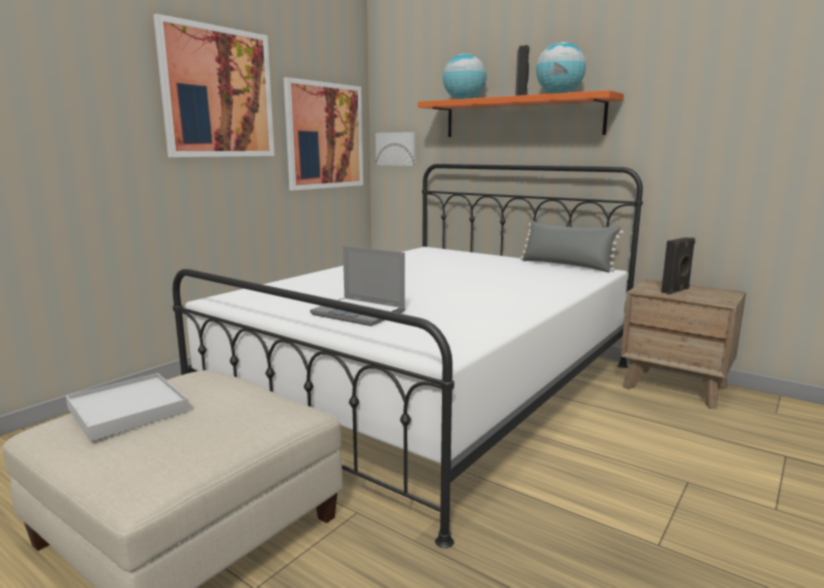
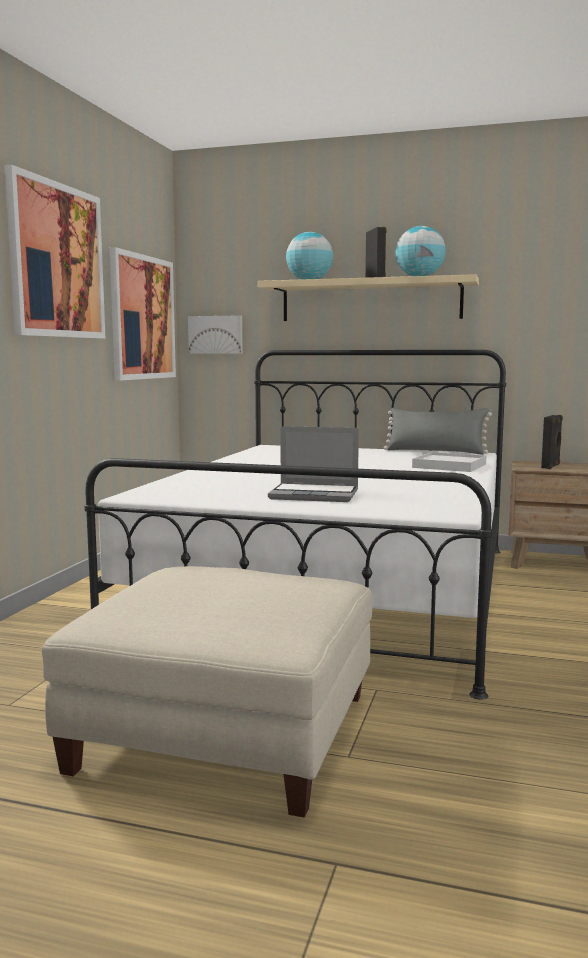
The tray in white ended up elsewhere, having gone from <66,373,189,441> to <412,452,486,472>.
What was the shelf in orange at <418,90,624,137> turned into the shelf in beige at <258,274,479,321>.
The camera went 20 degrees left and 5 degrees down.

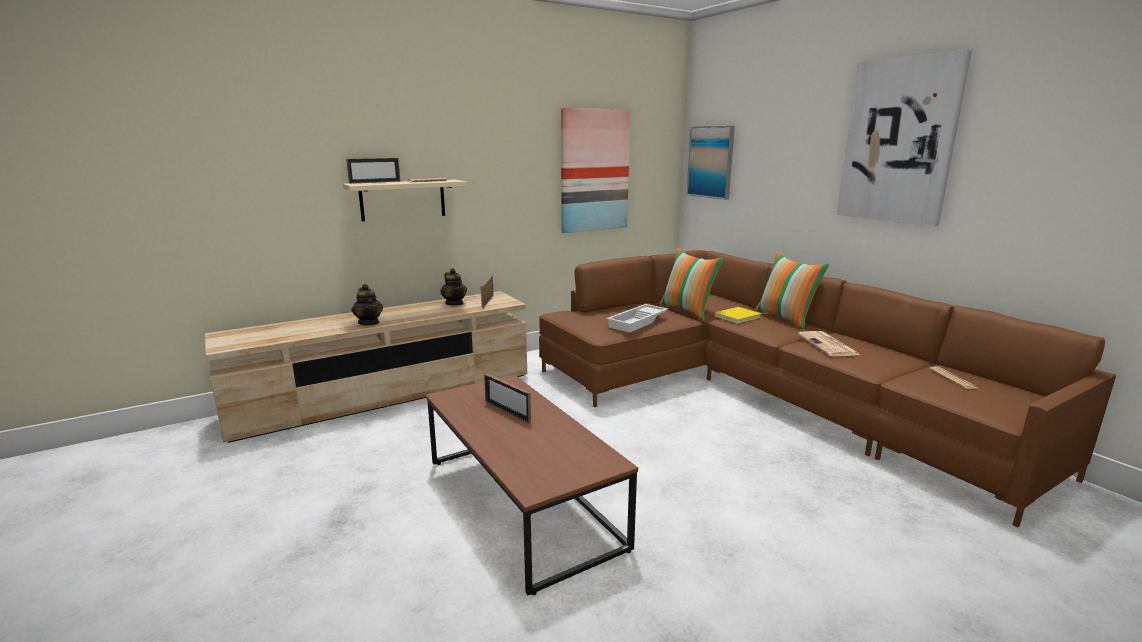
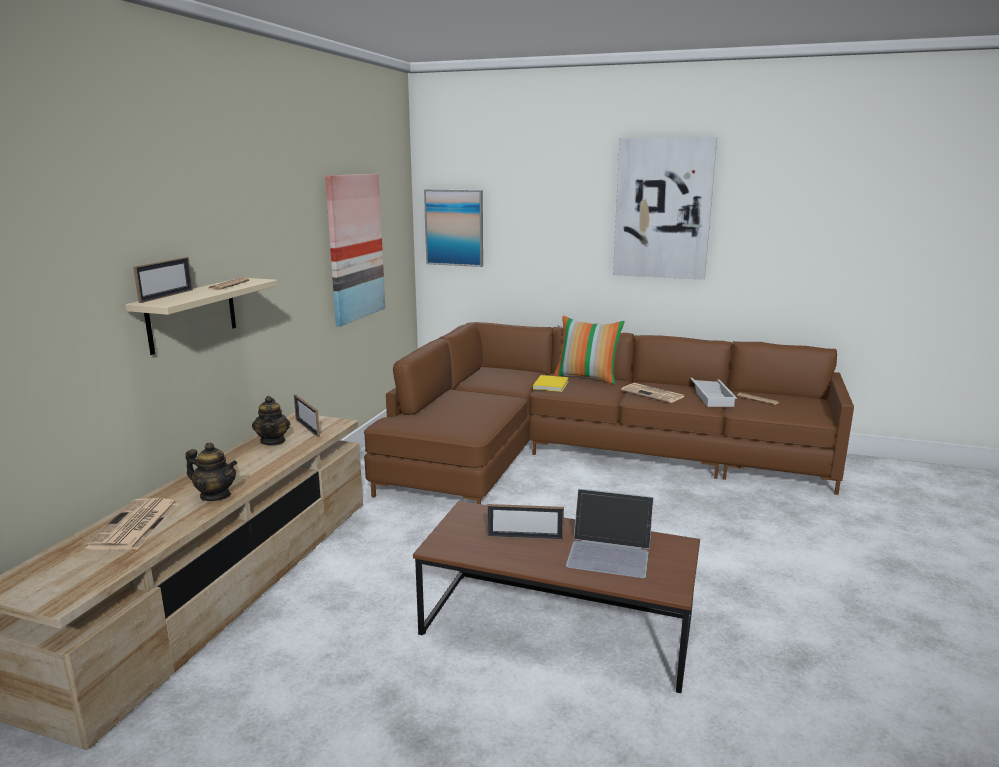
The second view lost the pillow at <659,248,724,320>.
The second view gained the newspaper at <85,498,179,550>.
The second view gained the laptop at <566,489,654,578>.
The tray in white ended up elsewhere, having gone from <607,304,668,333> to <690,378,737,407>.
The teapot at <440,268,467,306> ended up facing another way, 60 degrees clockwise from before.
The camera went 40 degrees left and 0 degrees up.

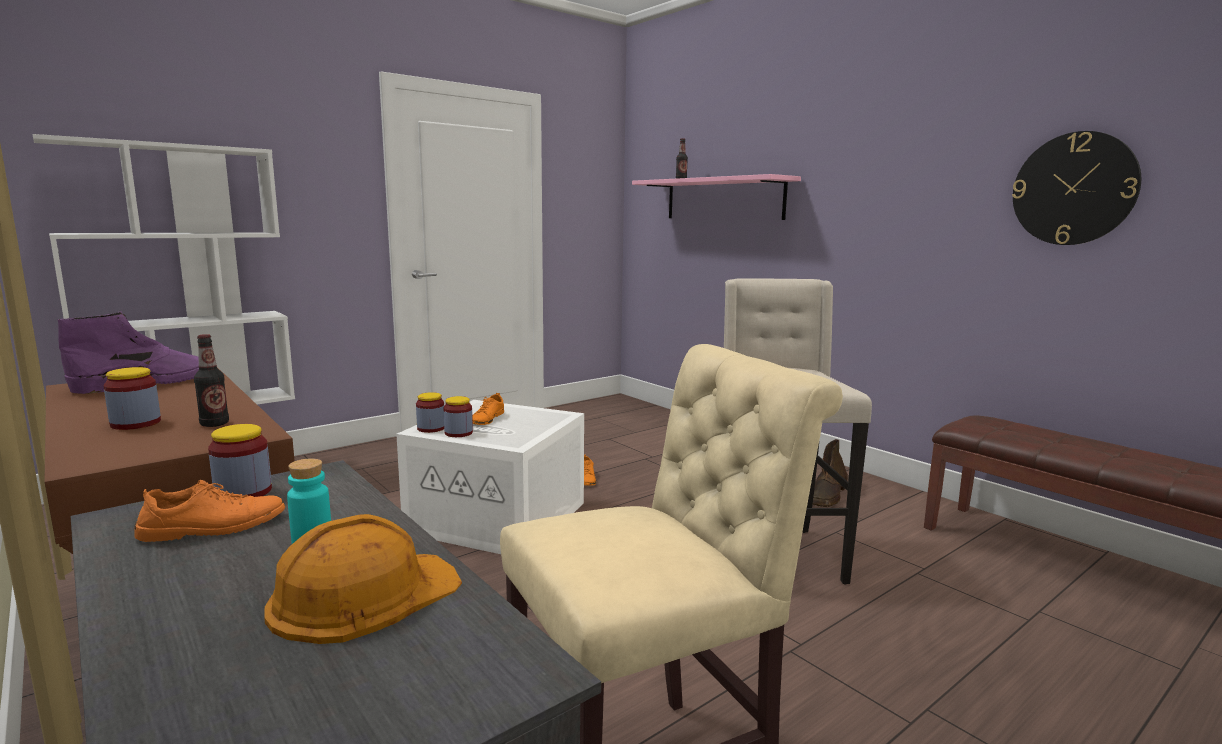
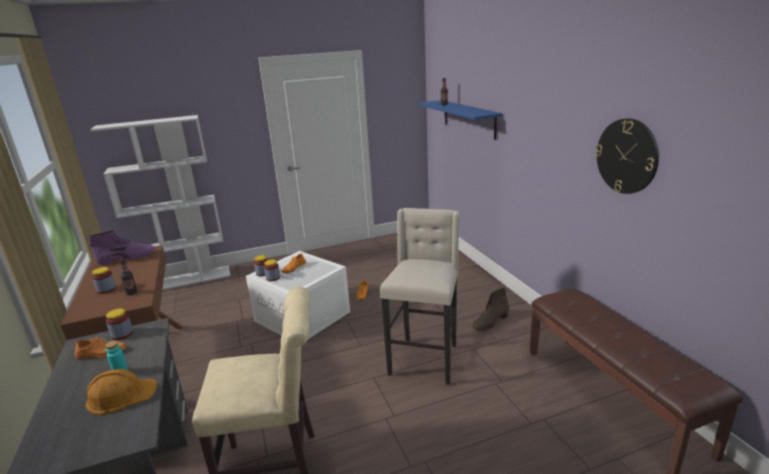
What was the shelf in pink at <632,174,801,220> turned into the shelf in blue at <418,100,503,140>.
The camera went 20 degrees right and 10 degrees up.

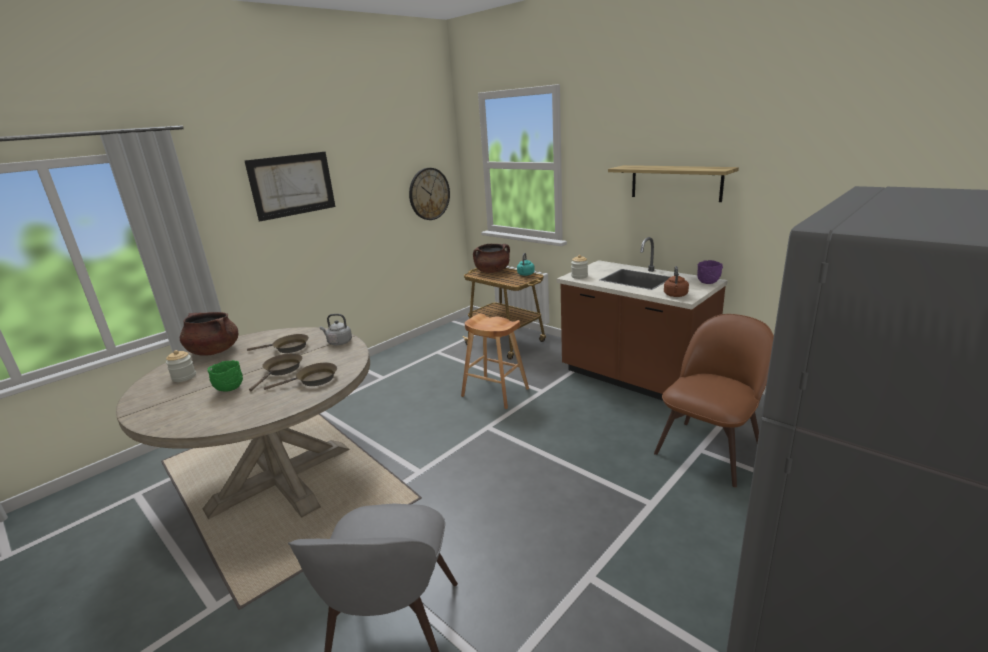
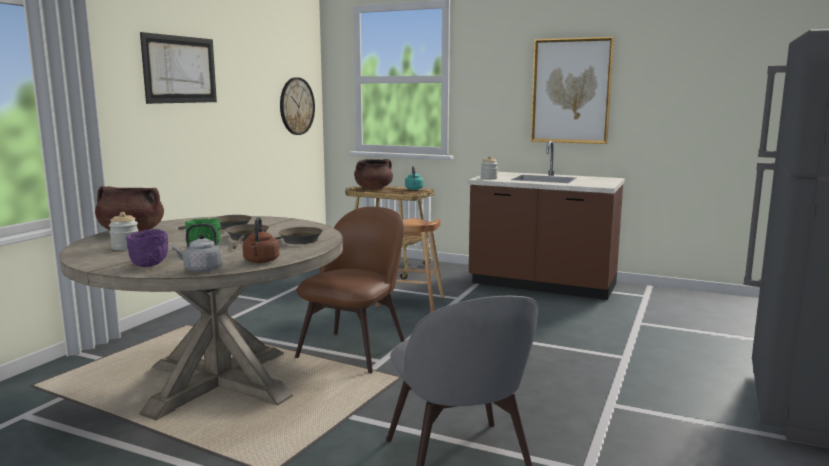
The kettle in grey ended up elsewhere, having gone from <320,314,352,345> to <171,224,223,272>.
The chair in brown ended up elsewhere, having gone from <654,314,774,487> to <295,207,405,373>.
The kettle in brown ended up elsewhere, having gone from <664,266,689,297> to <243,217,279,263>.
The bowl in purple ended up elsewhere, having gone from <697,260,723,284> to <126,229,168,267>.
Where the shelf hung at <608,165,739,202>, the picture came to hang at <531,37,614,144>.
The camera went 20 degrees left and 10 degrees down.

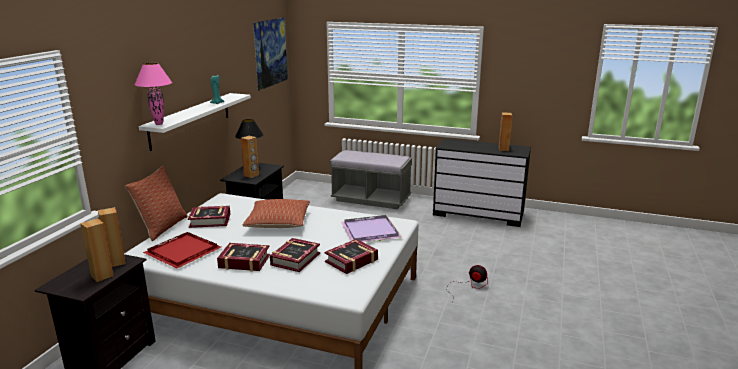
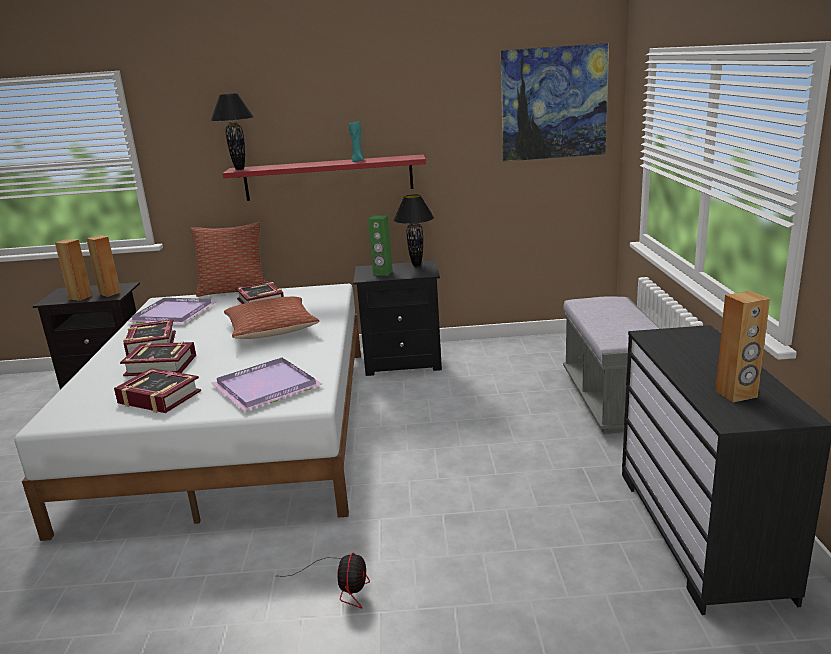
What was the table lamp in pink at <135,62,172,125> turned into the table lamp in black at <211,93,254,170>.
What was the shelf in white at <139,93,251,151> turned into the shelf in red at <222,154,426,201>.
What was the tray in red at <143,232,221,268> turned into the tray in purple at <127,298,216,324>.
What was the speaker in brown at <241,136,259,178> turned into the speaker in green at <368,215,393,276>.
The camera went 70 degrees right and 0 degrees up.

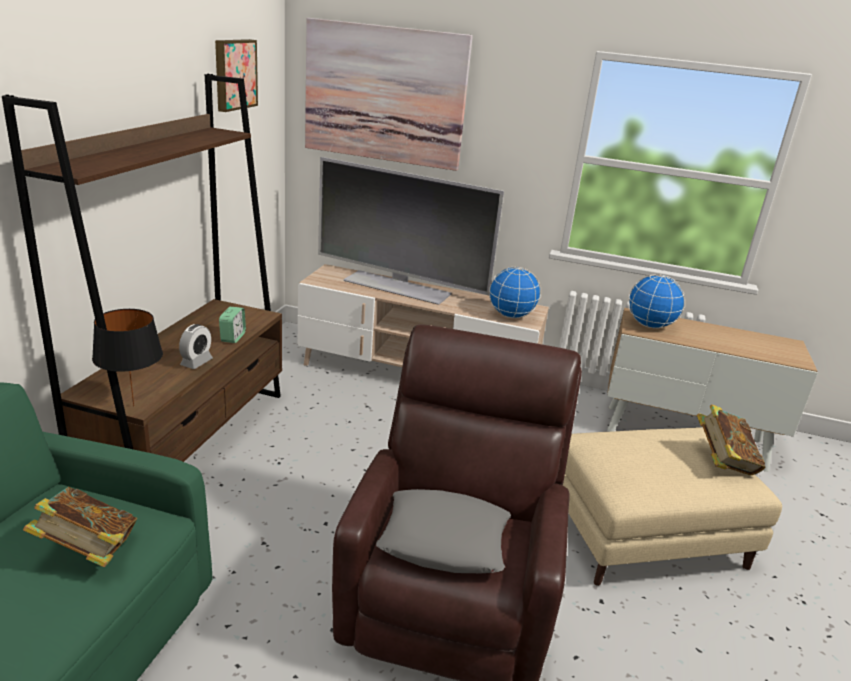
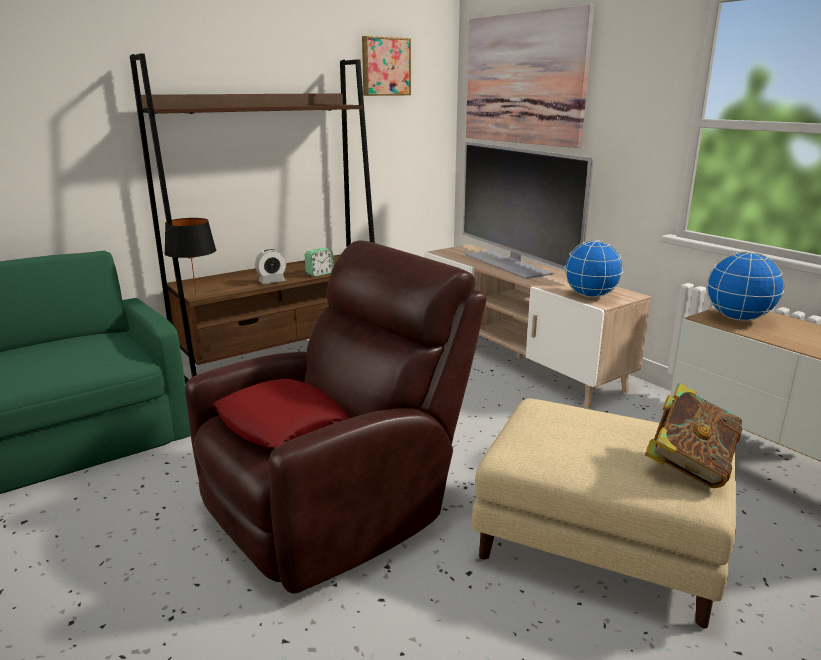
The second view lost the book at <23,487,137,567>.
What was the pillow in grey at <376,489,511,573> turned into the pillow in red at <214,379,349,448>.
The camera went 40 degrees right and 5 degrees down.

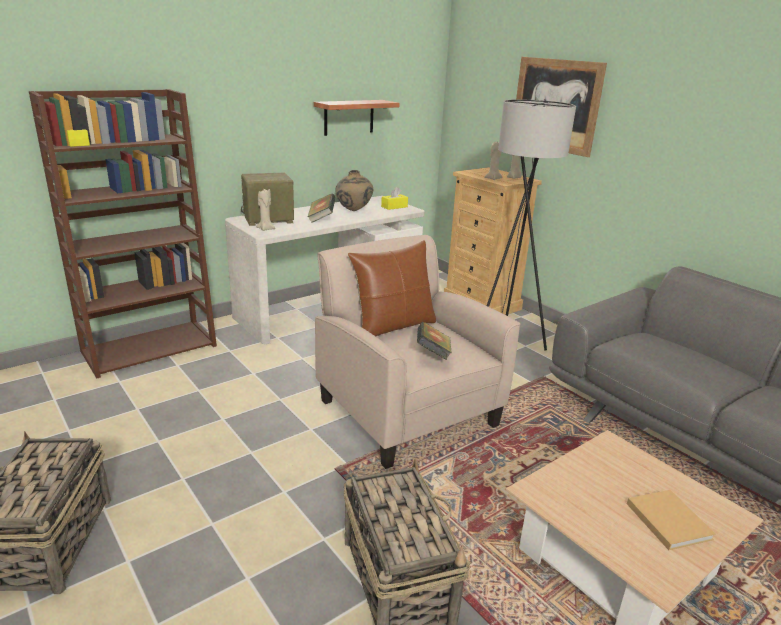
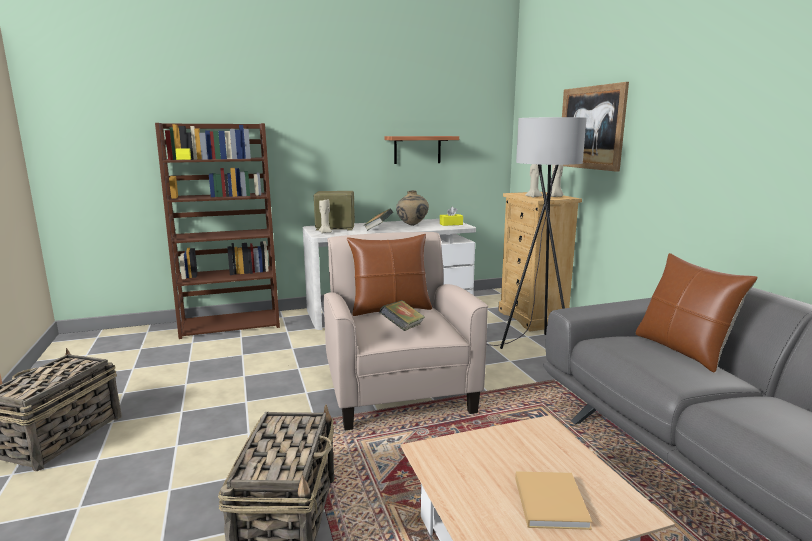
The second view gained the pillow in brown at <636,253,758,372>.
The camera went 20 degrees right and 10 degrees down.

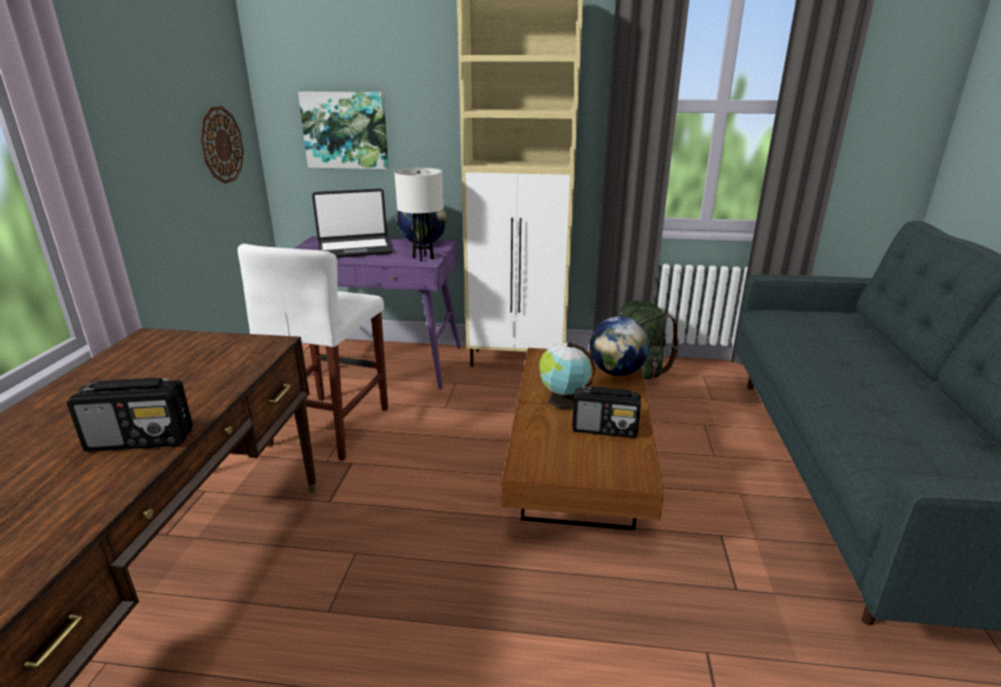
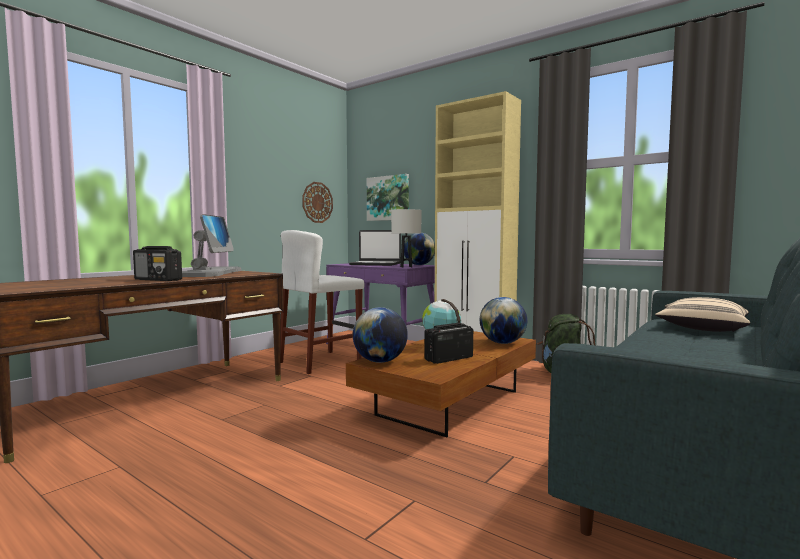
The second view gained the monitor at <182,214,241,277>.
The second view gained the globe at <353,307,408,363>.
The second view gained the pillow in beige at <655,297,750,332>.
The radio at <572,386,641,438> ended up facing another way, 105 degrees clockwise from before.
The camera went 30 degrees right and 20 degrees down.

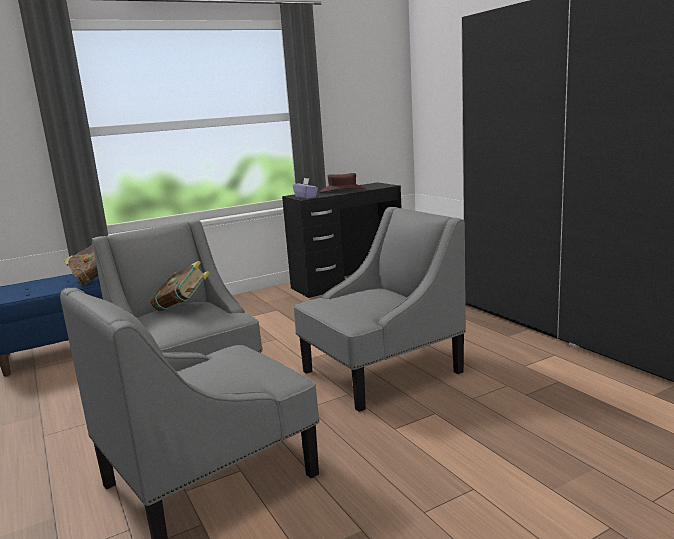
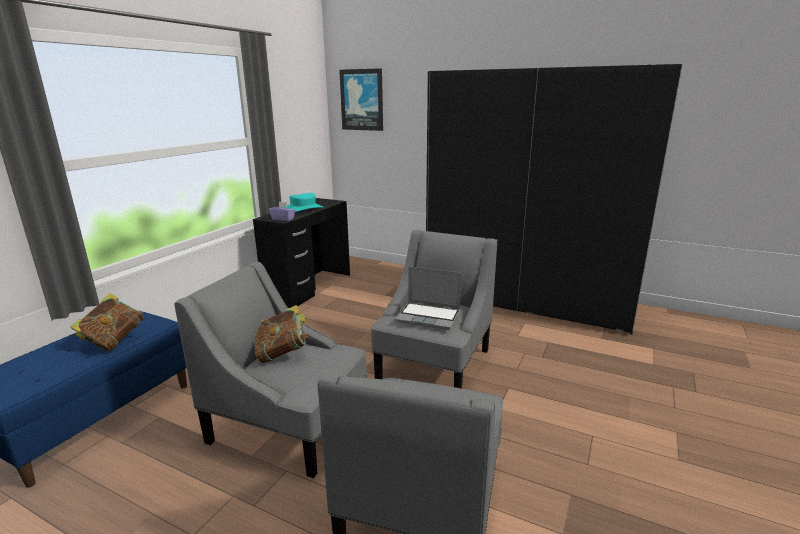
The second view gained the picture at <339,68,383,131>.
The second view gained the laptop at <395,266,461,330>.
What was the hat in brown at <320,173,366,193> turned into the hat in turquoise at <286,193,324,212>.
The camera went 35 degrees left and 5 degrees up.

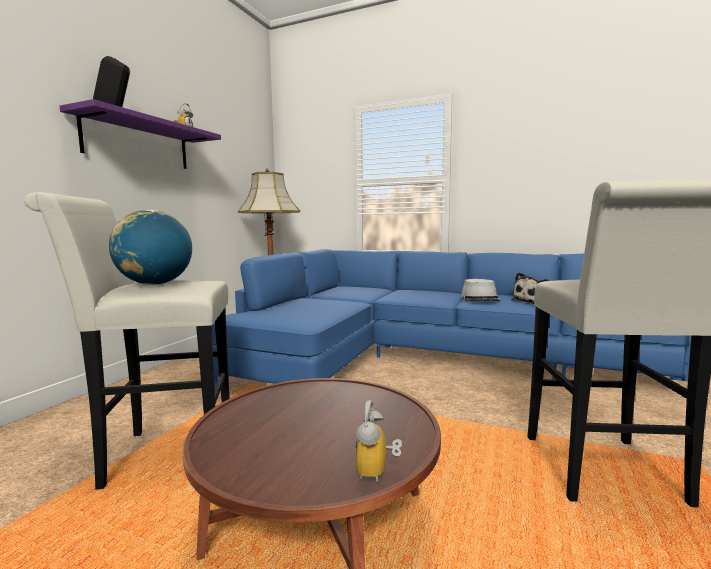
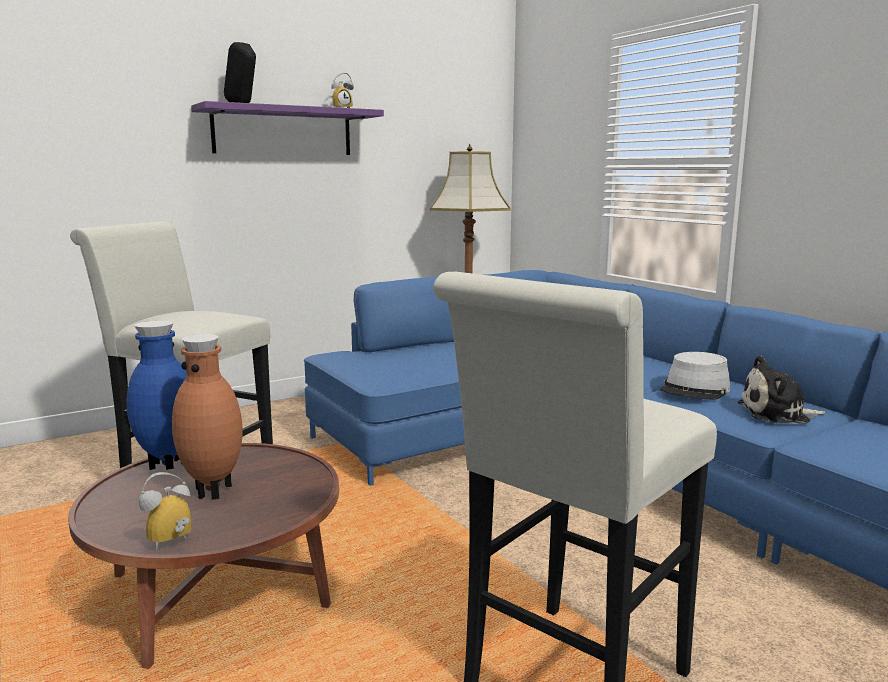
The second view lost the globe at <109,210,192,285>.
The second view gained the vase in blue at <126,321,187,470>.
The second view gained the vase in brown at <172,334,243,500>.
The camera went 35 degrees right and 5 degrees up.

